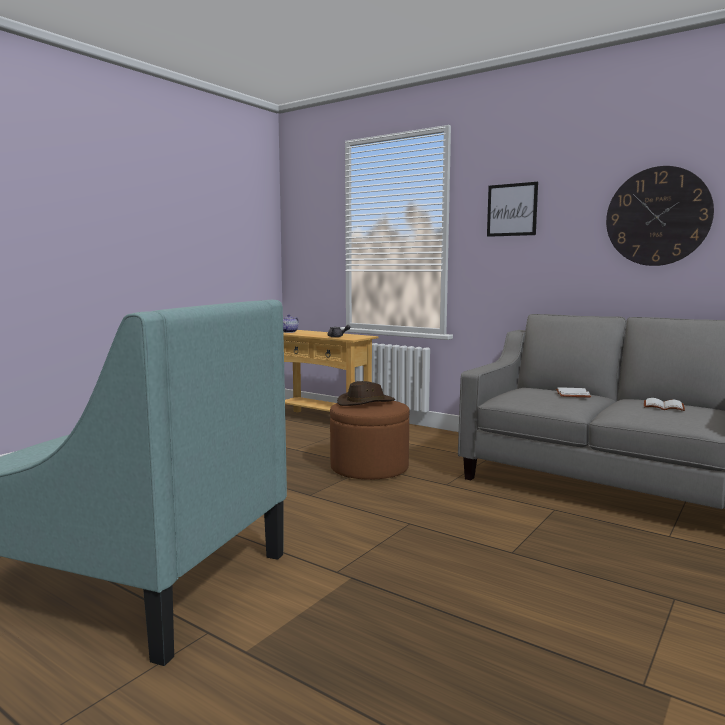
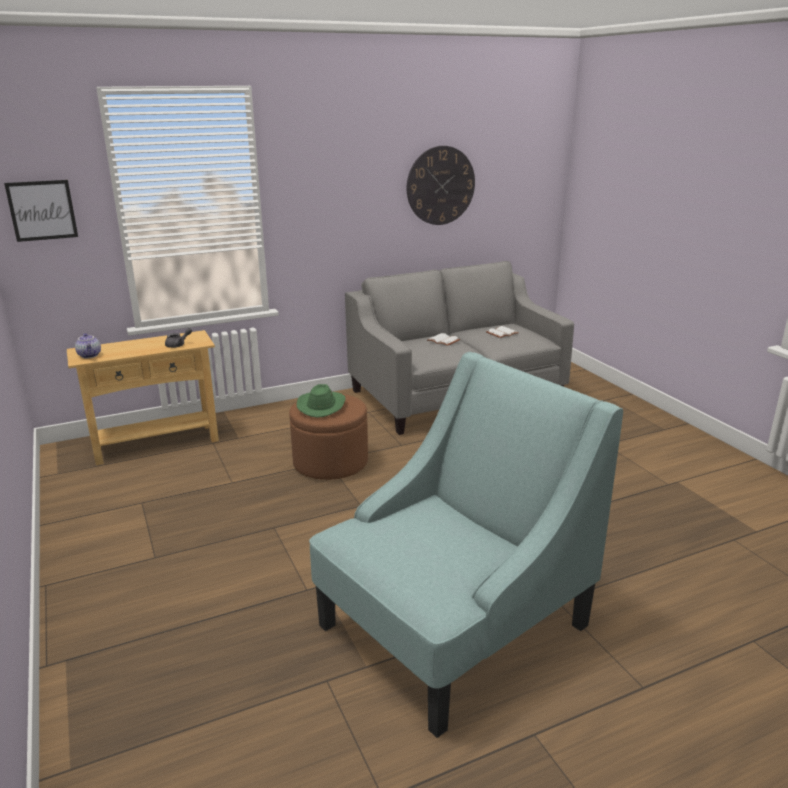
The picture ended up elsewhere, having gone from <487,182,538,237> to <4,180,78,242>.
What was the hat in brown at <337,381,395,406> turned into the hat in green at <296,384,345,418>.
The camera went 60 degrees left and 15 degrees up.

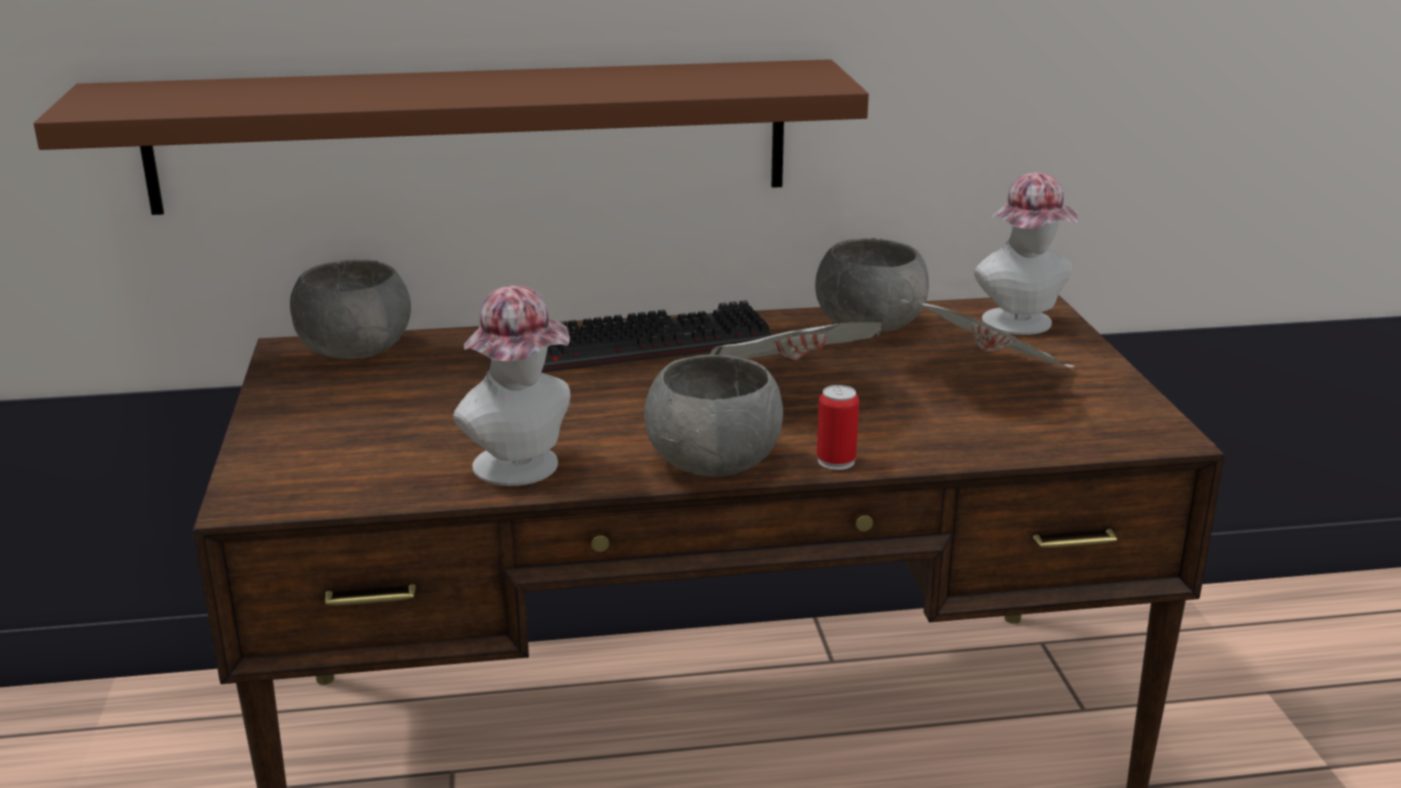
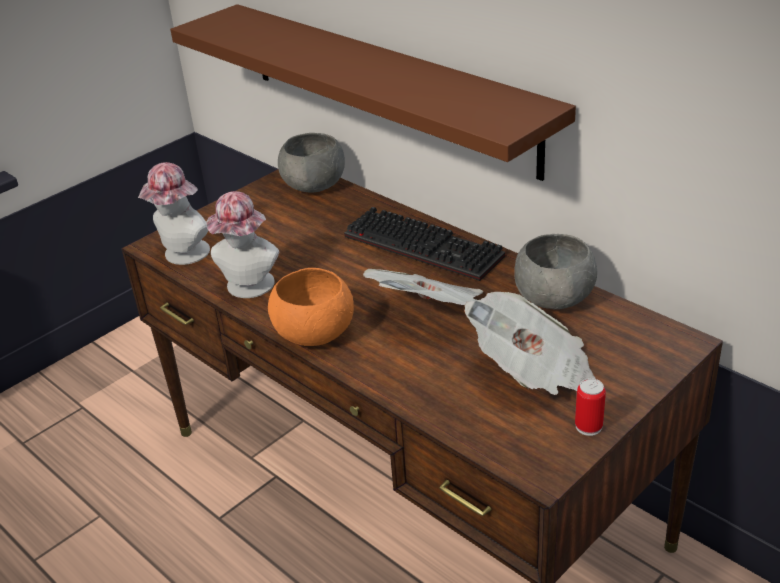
The can ended up elsewhere, having gone from <817,385,859,470> to <575,378,606,436>.
The hat ended up elsewhere, having gone from <974,172,1078,335> to <138,162,210,265>.
What was the bowl in grey at <644,354,783,477> turned into the bowl in orange at <268,268,354,346>.
The camera went 55 degrees right and 10 degrees up.

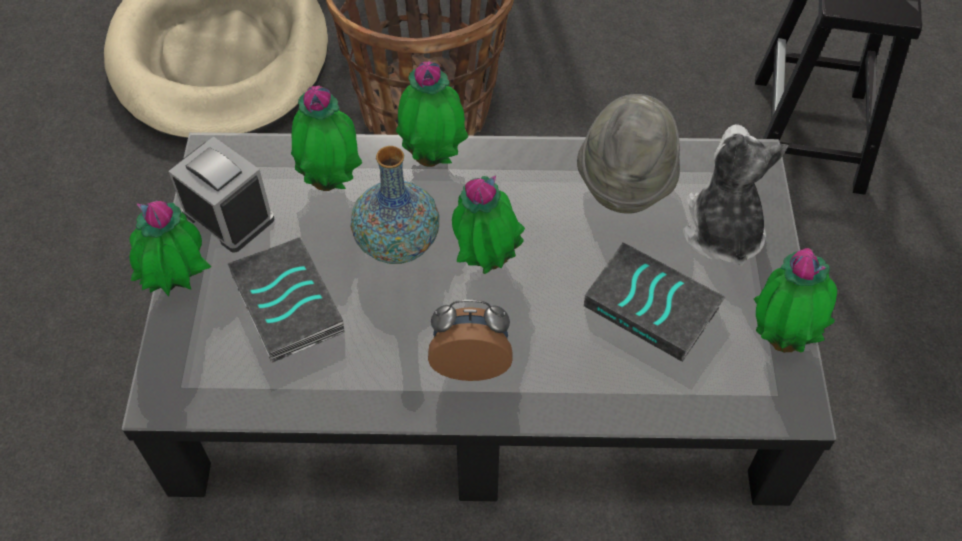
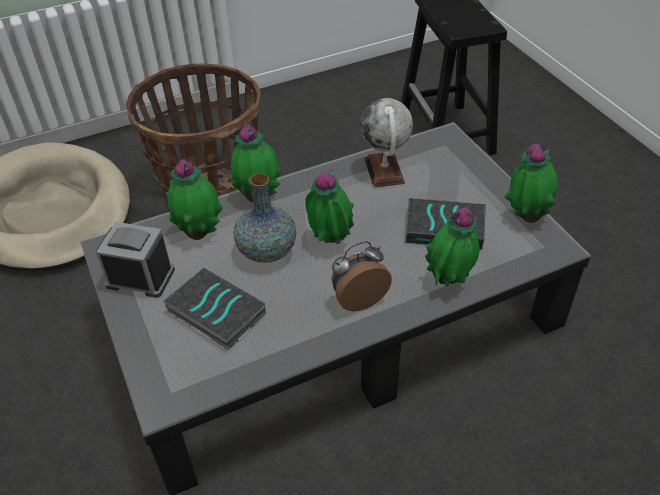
The second view lost the plush toy at <683,124,788,266>.
The potted plant ended up elsewhere, having gone from <130,200,211,296> to <425,207,480,287>.
Where the hat in grey stood at <577,94,680,214>, the globe came to stand at <360,98,413,188>.
The camera went 25 degrees left and 10 degrees down.

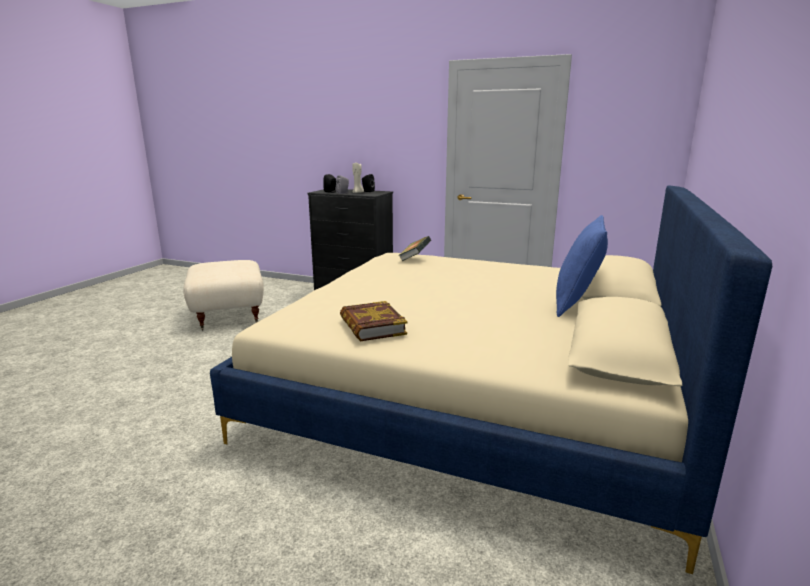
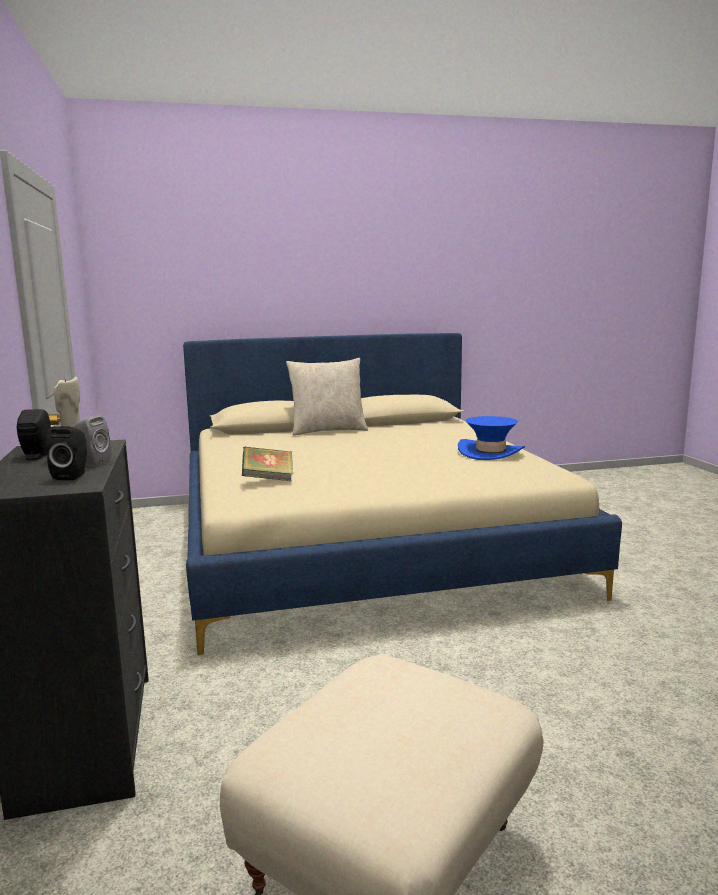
Where the book stood at <340,301,407,341>, the hat in blue came to stand at <458,416,525,460>.
What was the pillow in blue at <556,215,608,317> turned into the pillow in beige at <286,358,368,436>.
The camera went 125 degrees left and 5 degrees down.

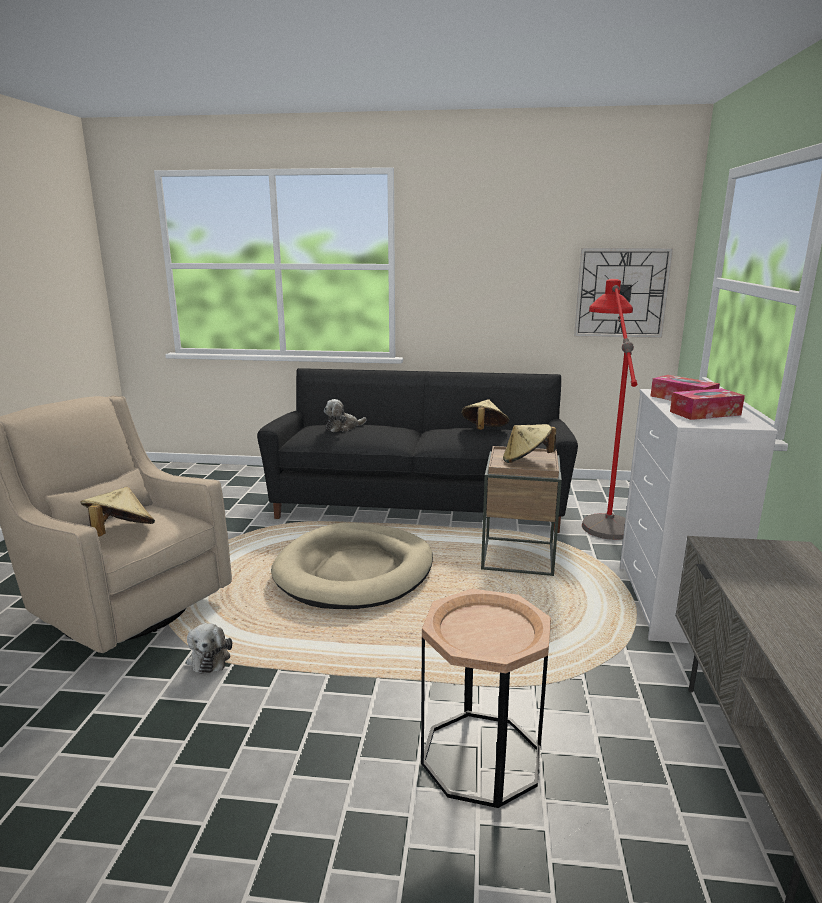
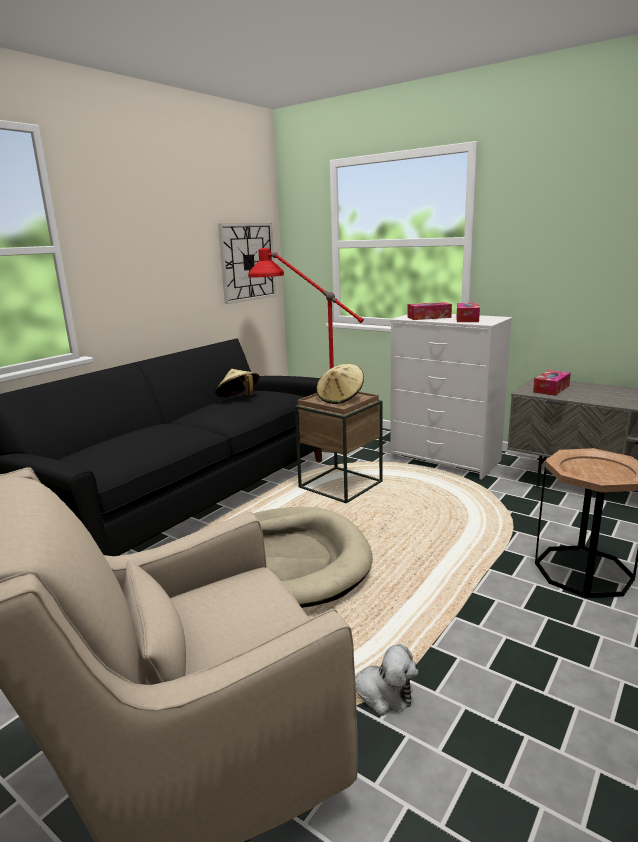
The second view lost the hat in beige at <80,487,155,537>.
The second view lost the plush toy at <324,399,367,432>.
The second view gained the tissue box at <533,370,571,396>.
The camera went 60 degrees left and 0 degrees up.

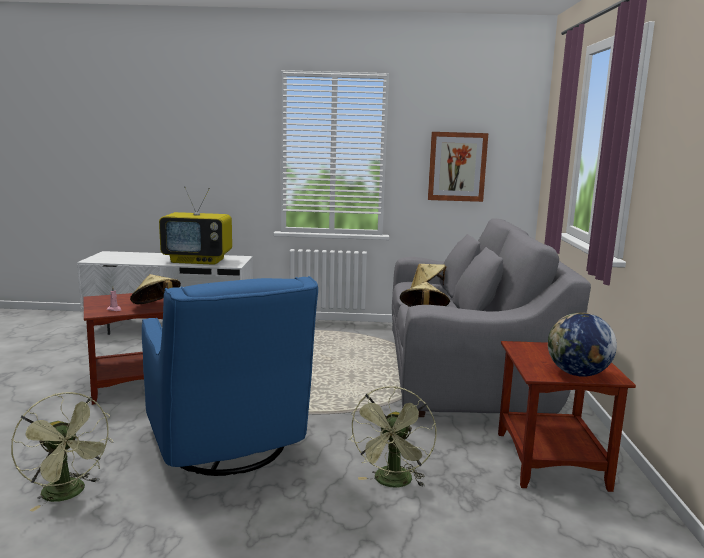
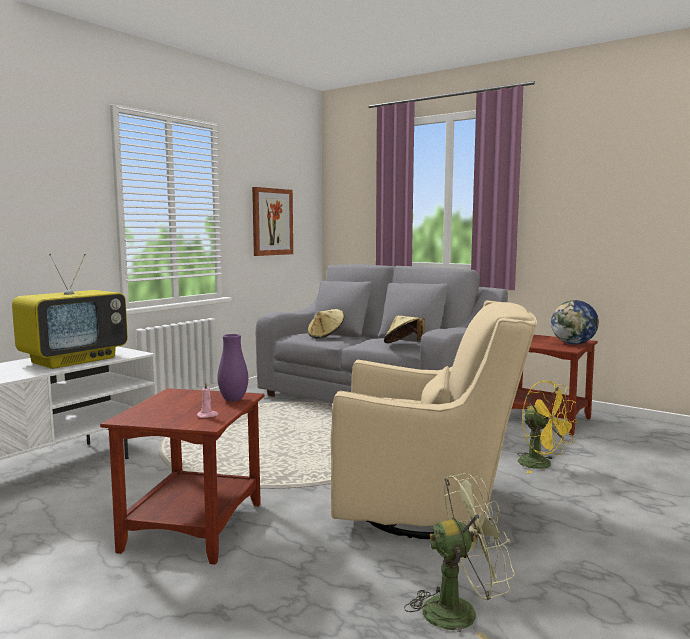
Where the hat in beige stood at <130,274,181,304>, the vase in purple came to stand at <217,334,248,402>.
What was the armchair in blue at <142,276,318,476> turned into the armchair in beige at <331,300,537,539>.
What was the fan in green at <349,386,437,488> turned into the fan in yellow at <517,381,578,474>.
The camera went 55 degrees left and 5 degrees down.

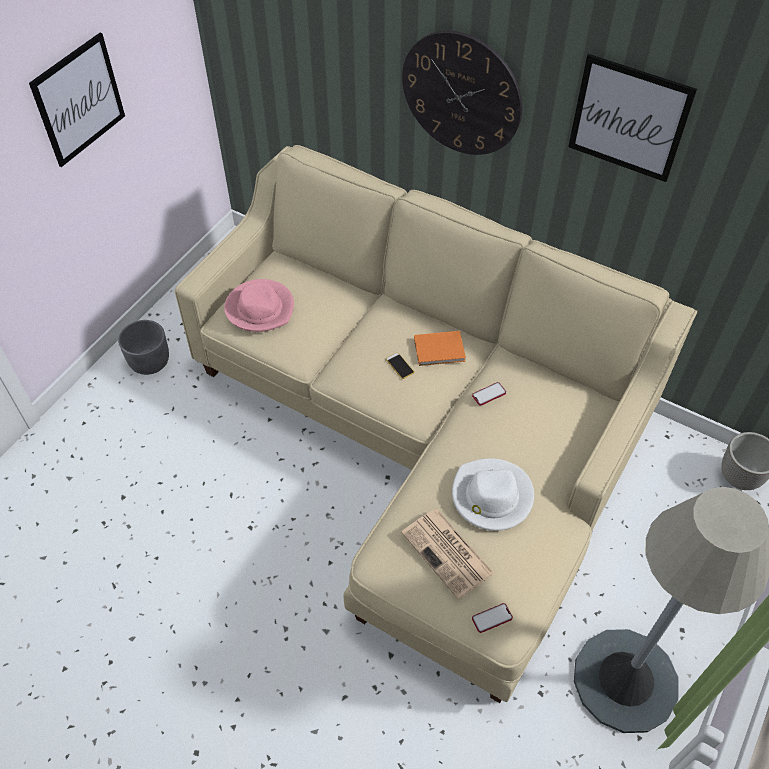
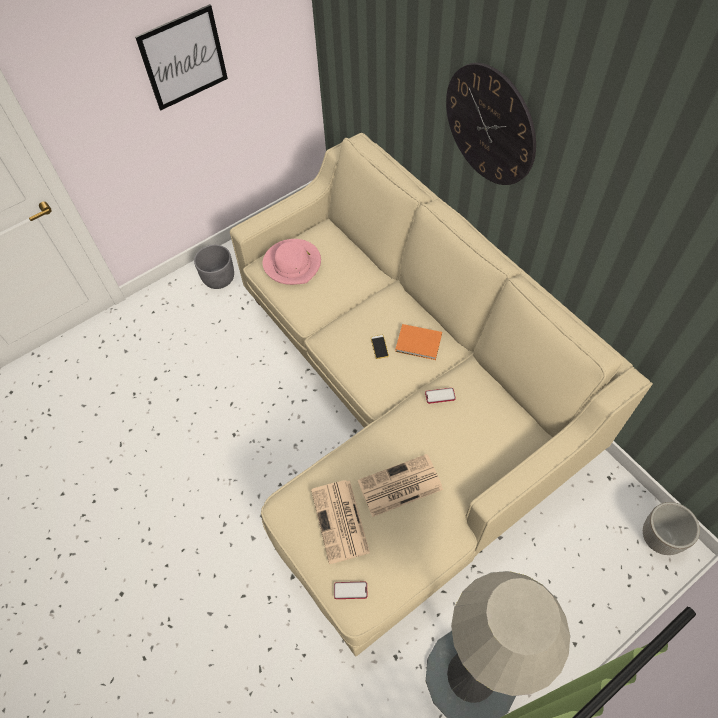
The second view lost the picture at <568,54,697,182>.
Where the hat in white stood at <452,458,534,531>, the newspaper came to stand at <358,454,443,517>.
The camera went 25 degrees right and 5 degrees up.

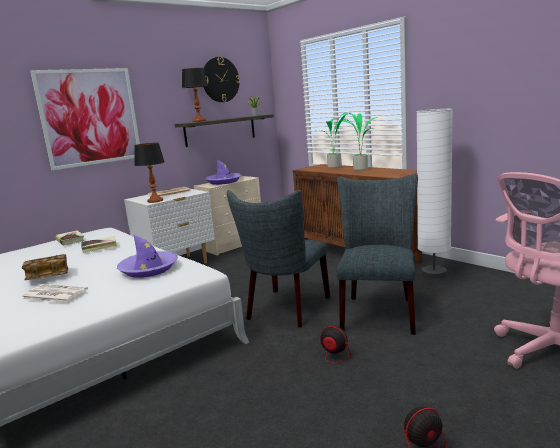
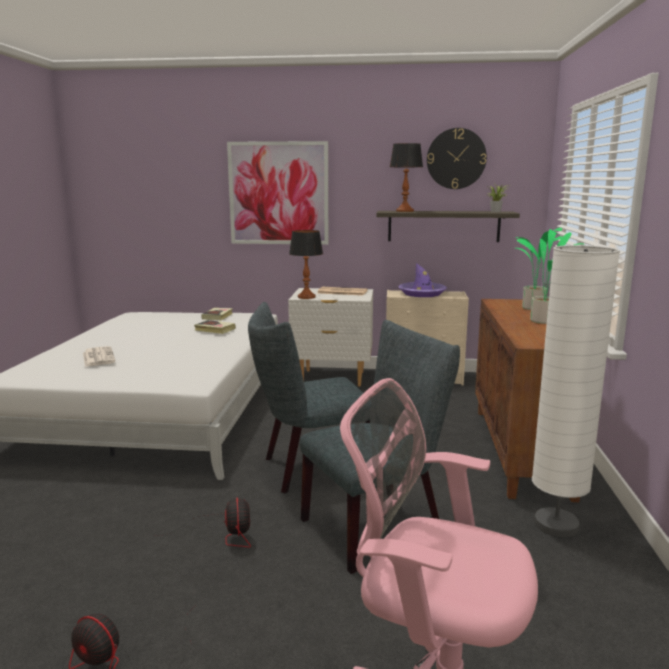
The second view lost the book at <22,254,68,280>.
The second view lost the hat in purple at <117,234,178,278>.
The camera went 45 degrees right and 0 degrees up.

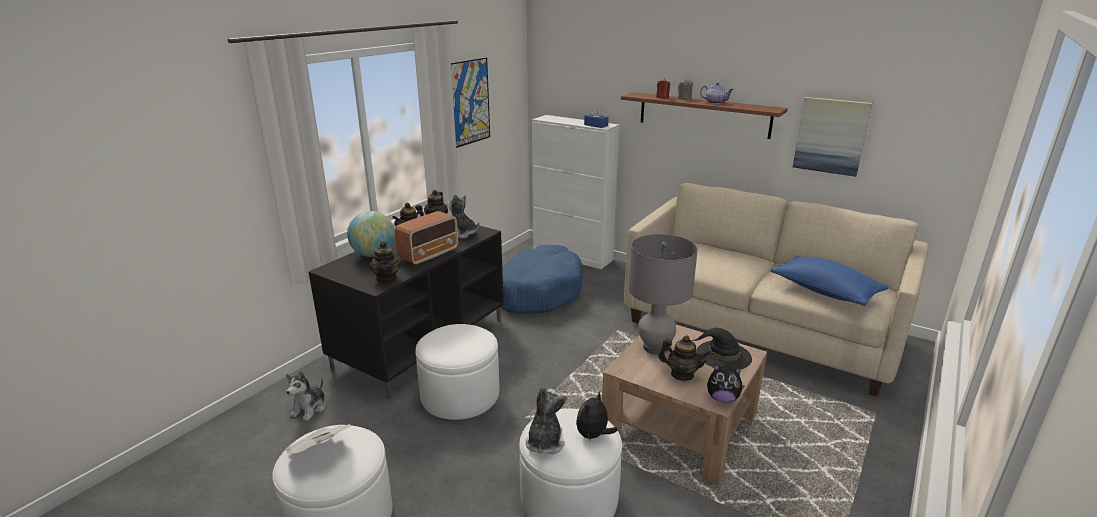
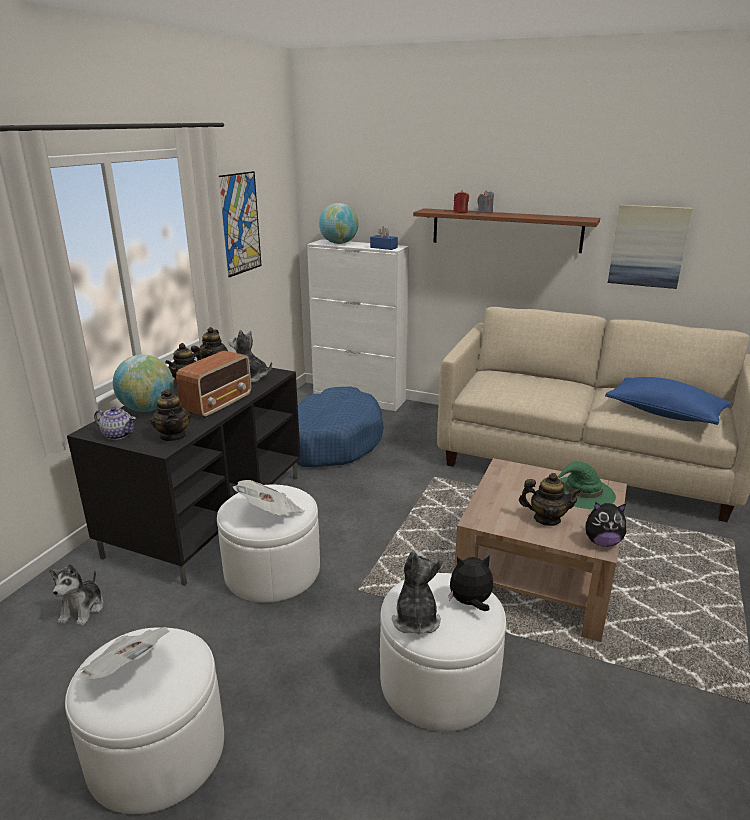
The second view lost the table lamp in grey at <628,234,698,355>.
The second view gained the newspaper at <233,480,304,516>.
The second view gained the globe at <319,203,359,244>.
The teapot ended up elsewhere, having gone from <700,83,734,104> to <94,407,136,440>.
What was the hat in black at <693,328,752,370> turned into the hat in green at <557,461,616,509>.
The plush toy at <576,392,618,440> ended up facing another way, 60 degrees clockwise from before.
The camera went 10 degrees left and 0 degrees up.

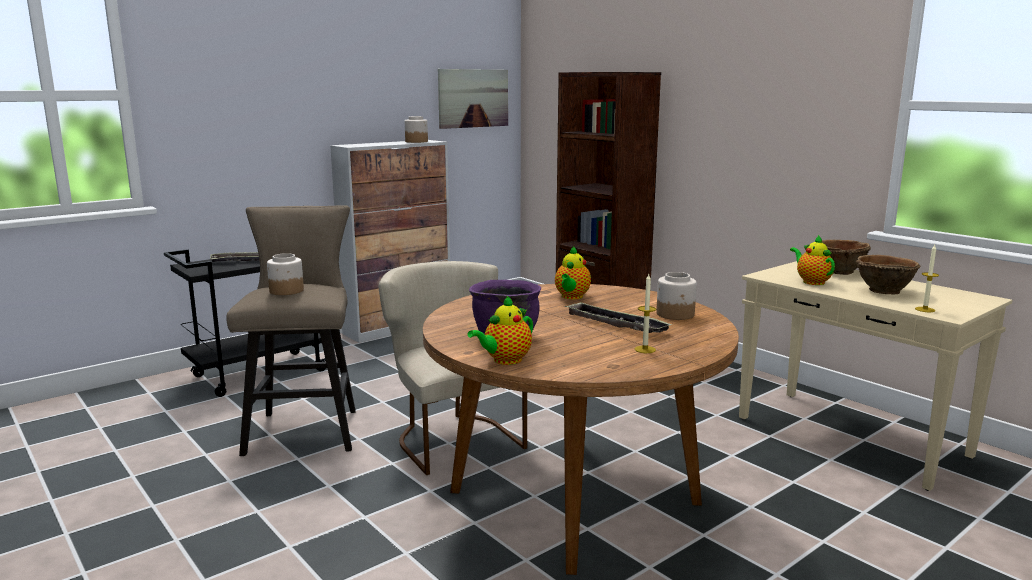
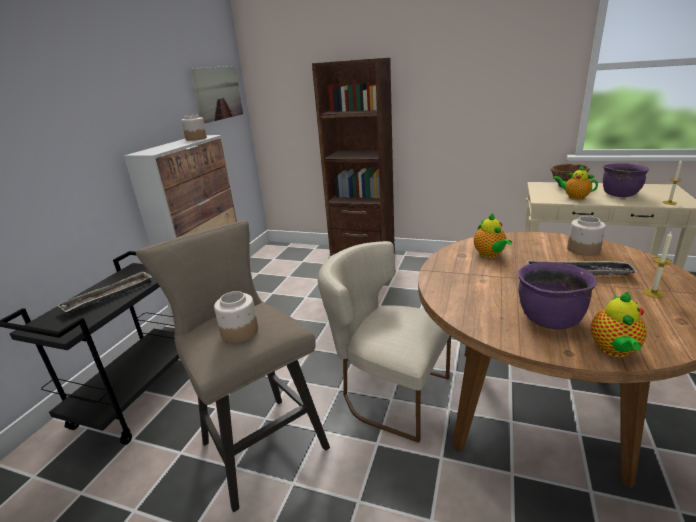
Where the bowl in brown stood at <856,255,920,294>, the cooking pot in purple came to stand at <603,163,649,197>.
The camera went 30 degrees left and 10 degrees up.

